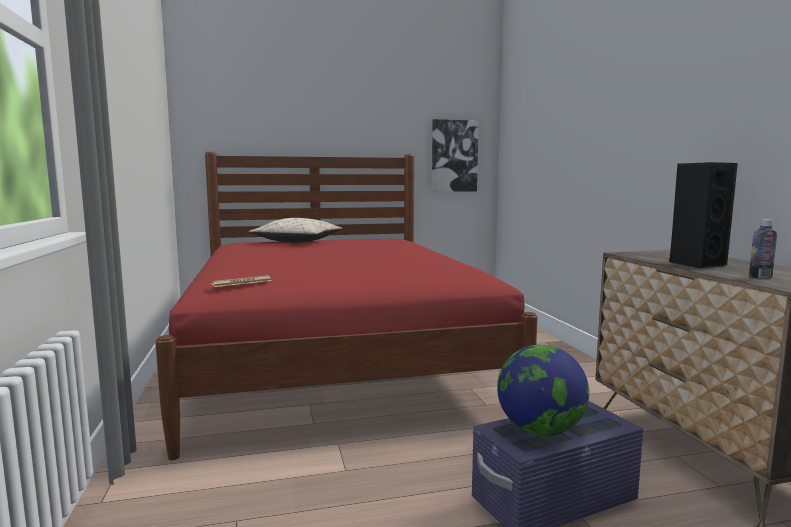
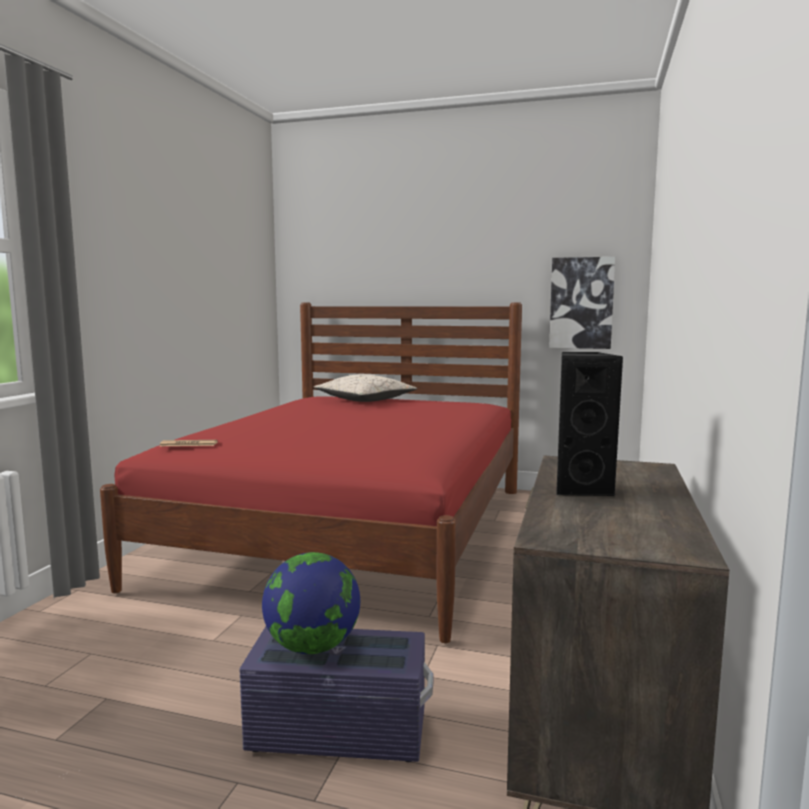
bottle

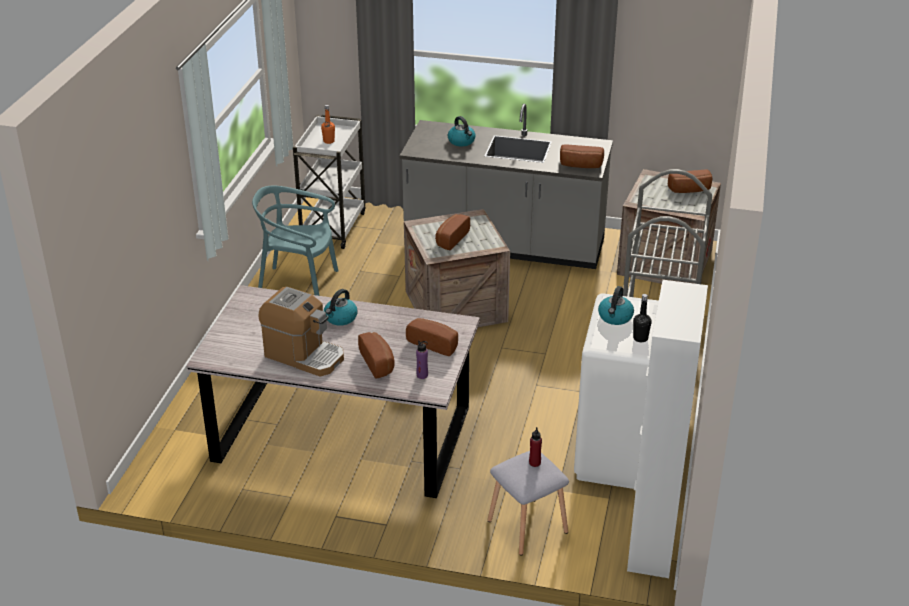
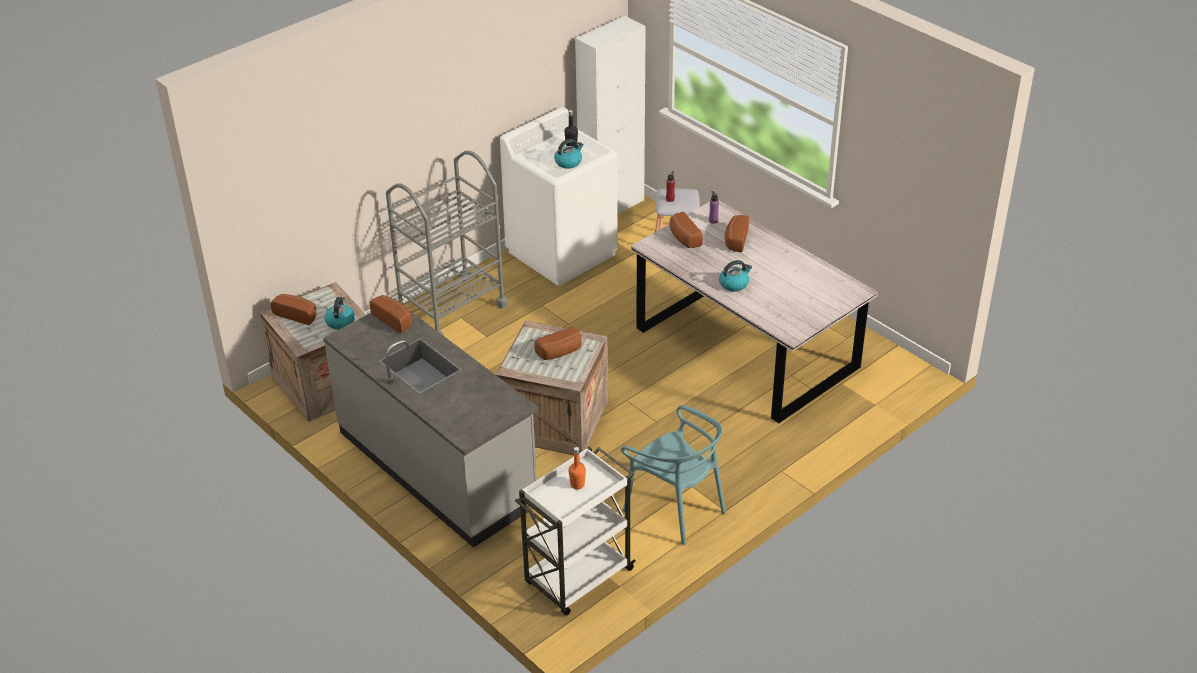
coffee brewer
water kettle (1st from left)

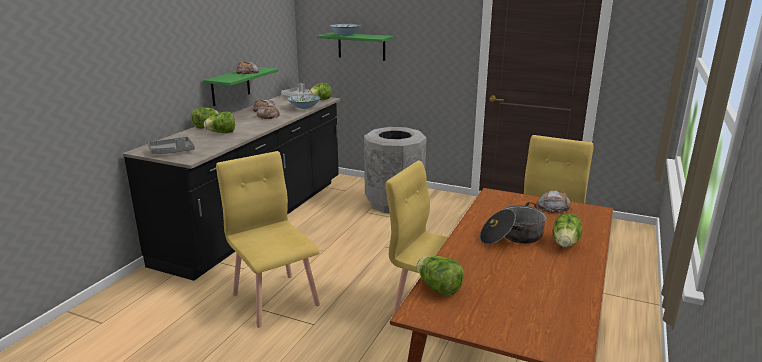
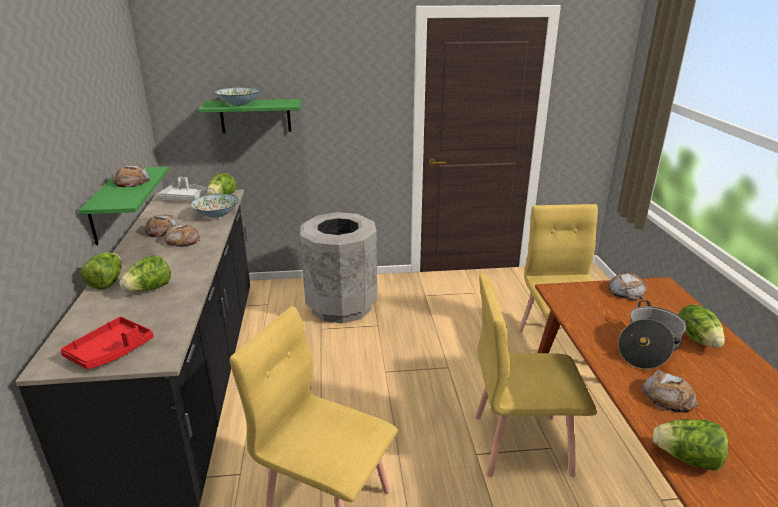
serving tray/reddish
bread (5th from left)

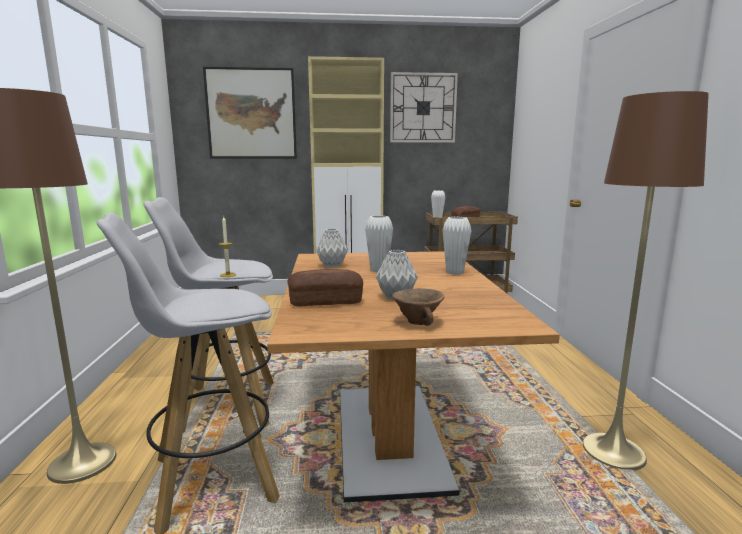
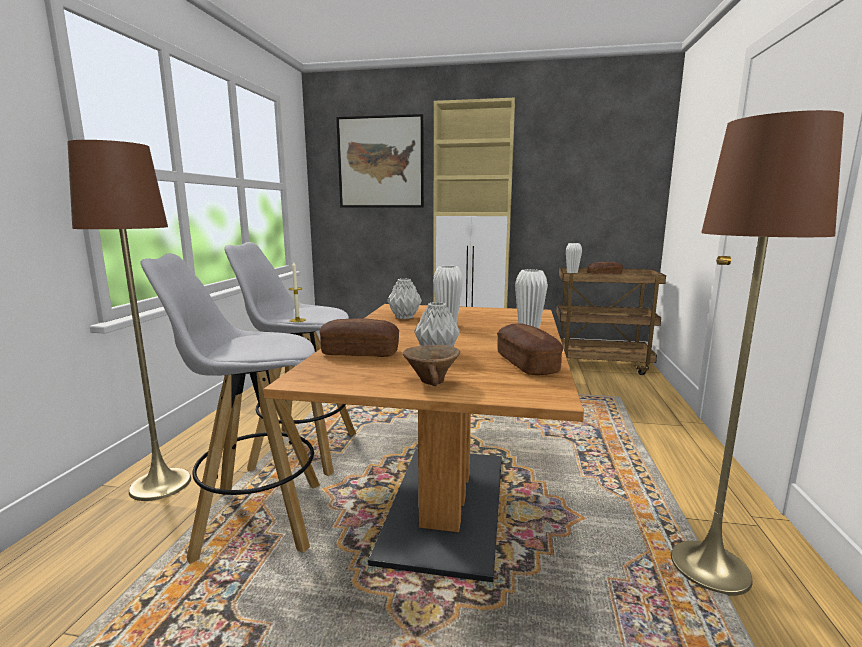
hanging clock
bread (2nd from left)

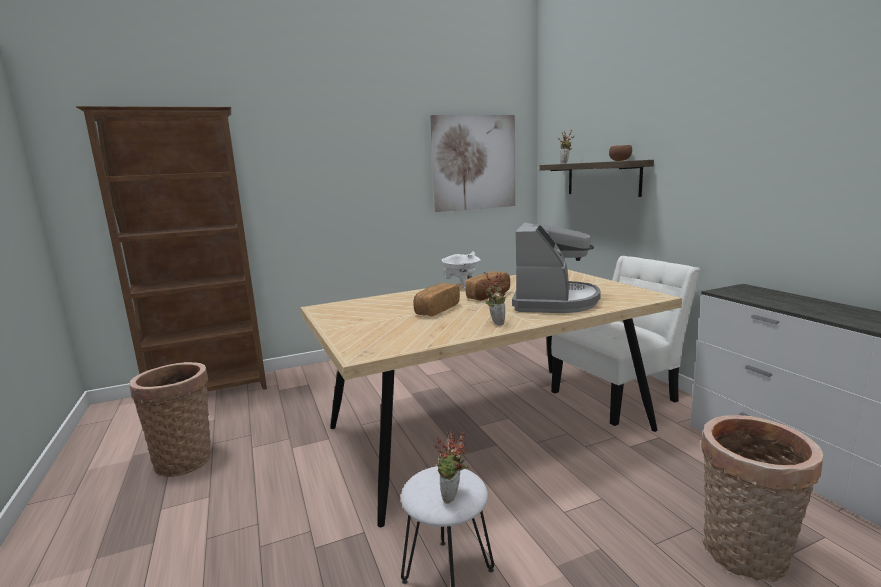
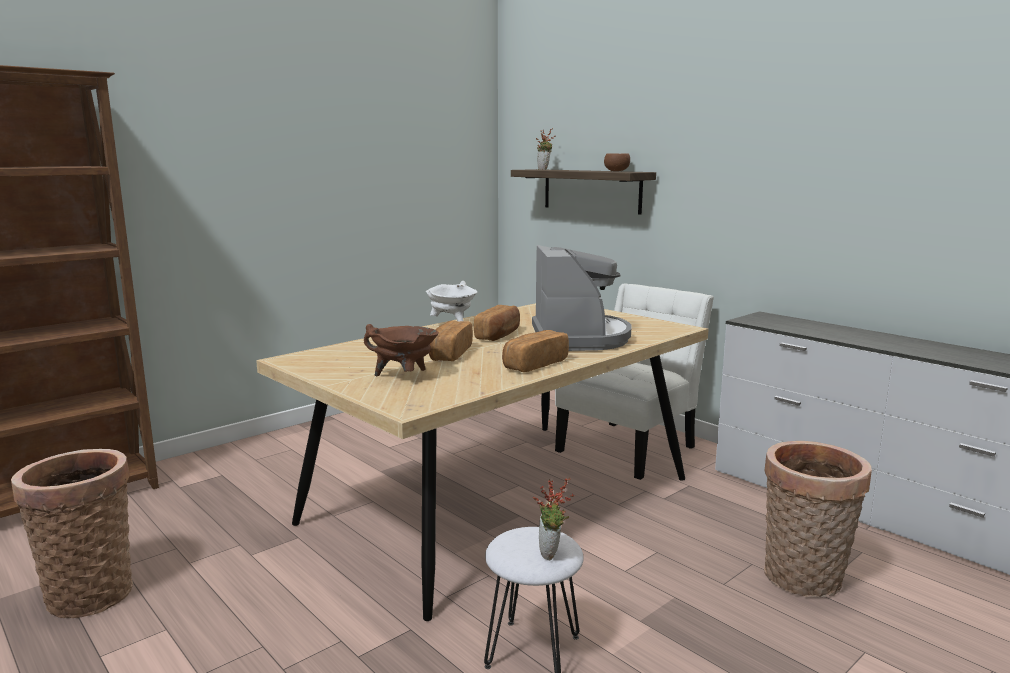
wall art
bread (3rd from left)
stockpot/brown-coloured

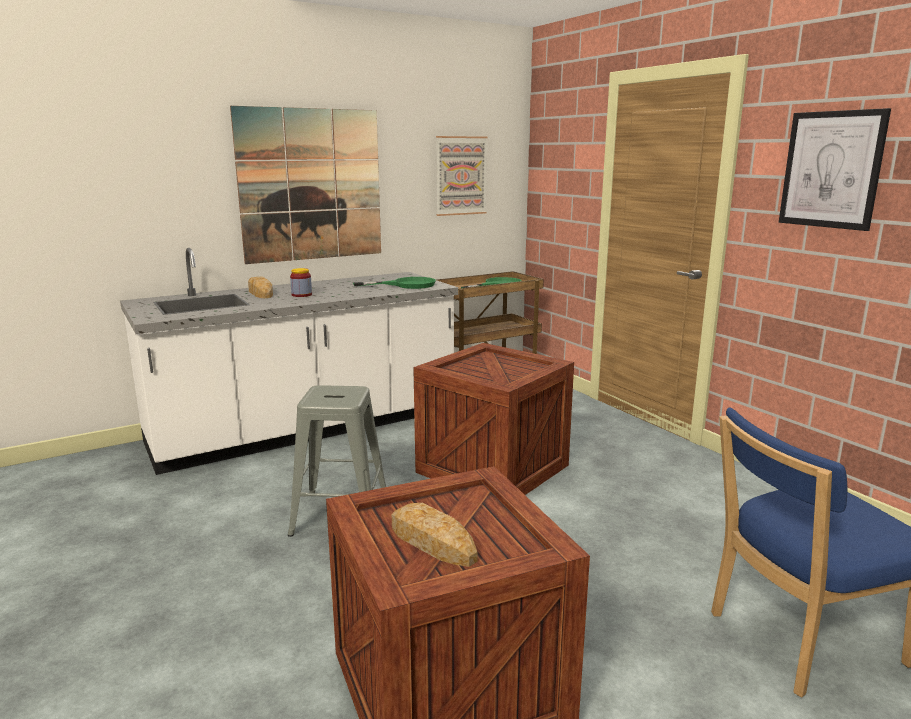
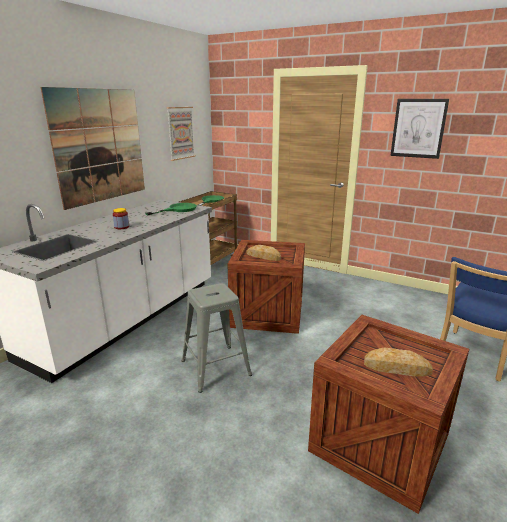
bread (1st from left)

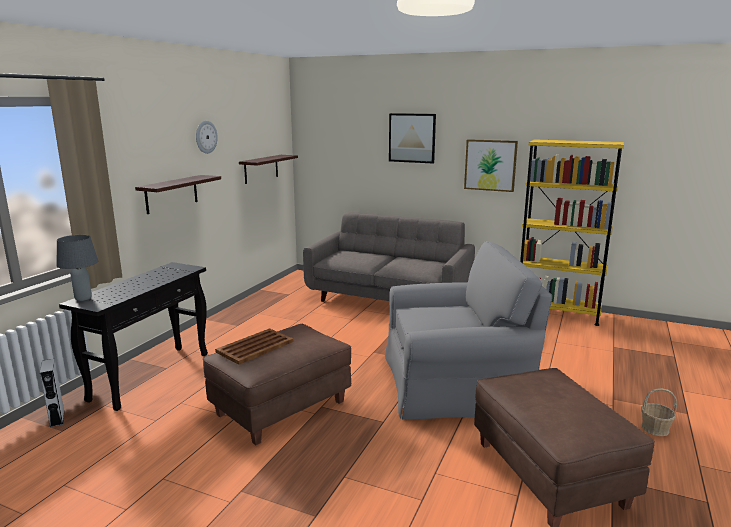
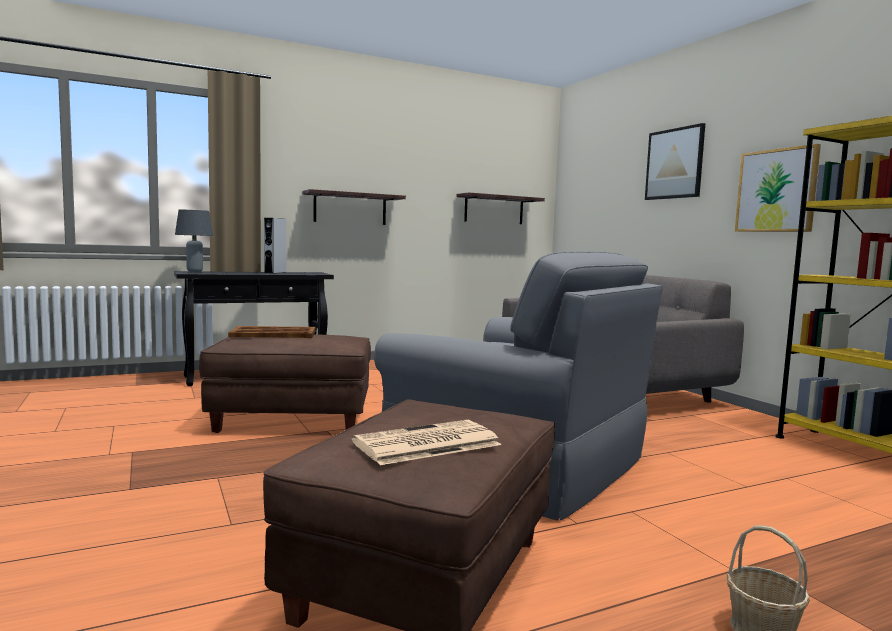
speaker/grey
hanging clock
daily paper

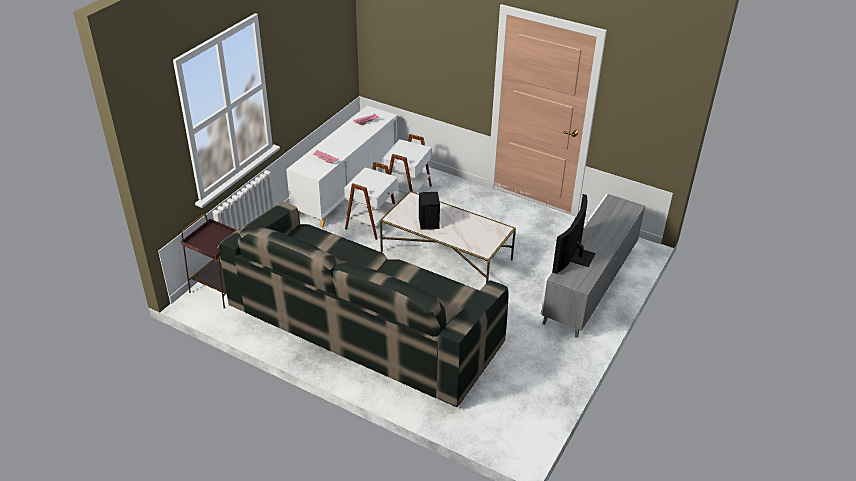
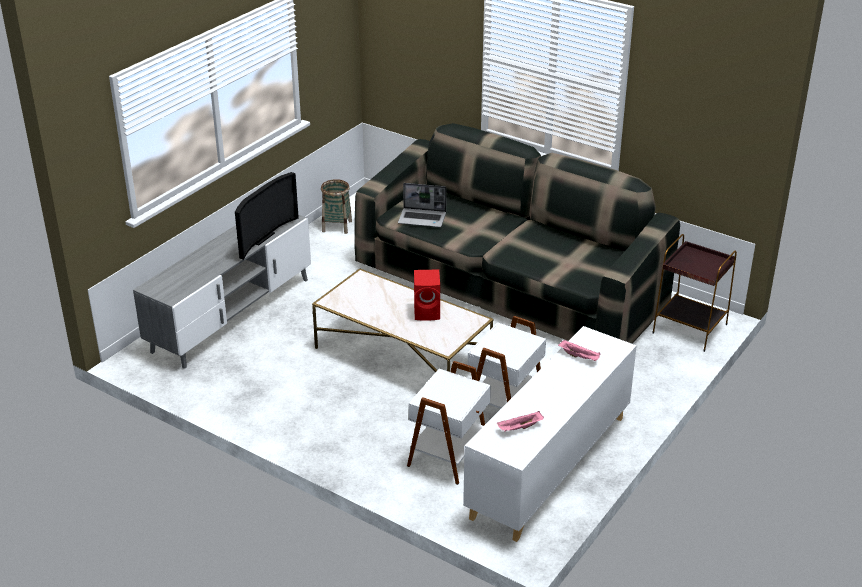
speaker/reddish
household basket
portable computer

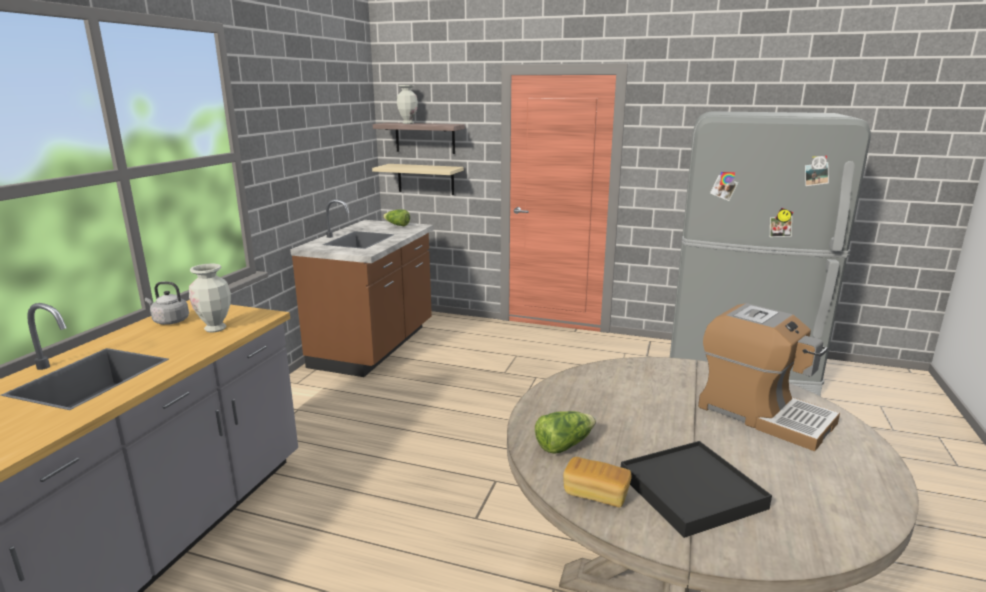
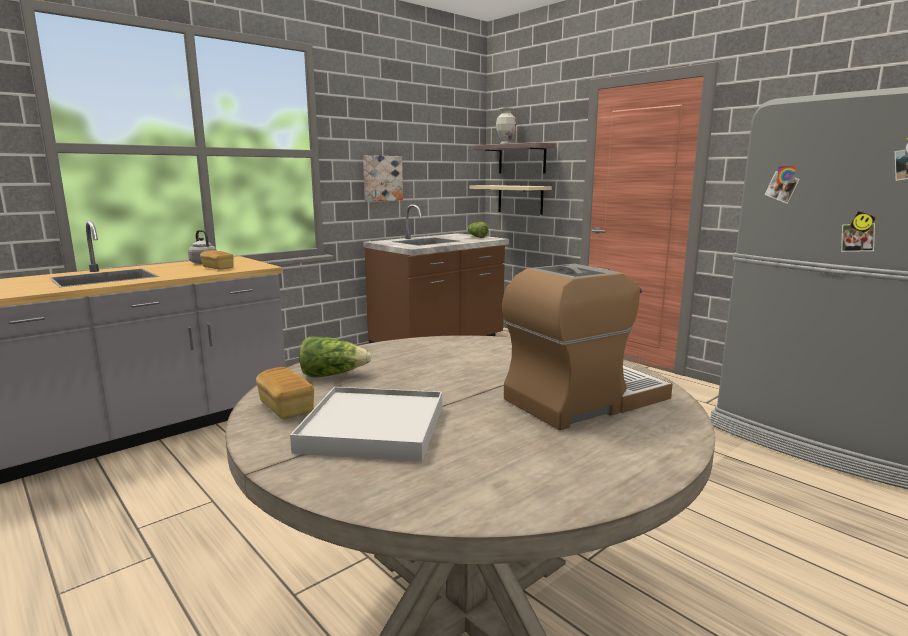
bread (1st from left)
serving tray/white
coffee brewer
wall art

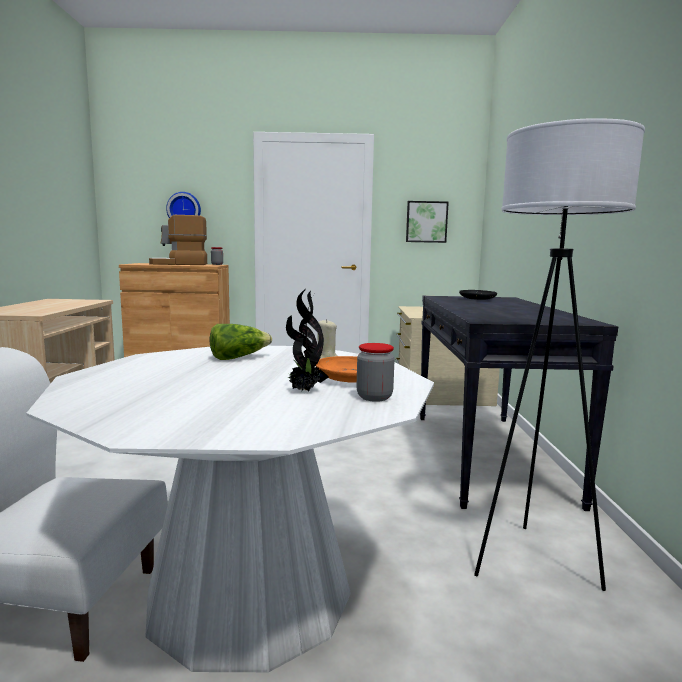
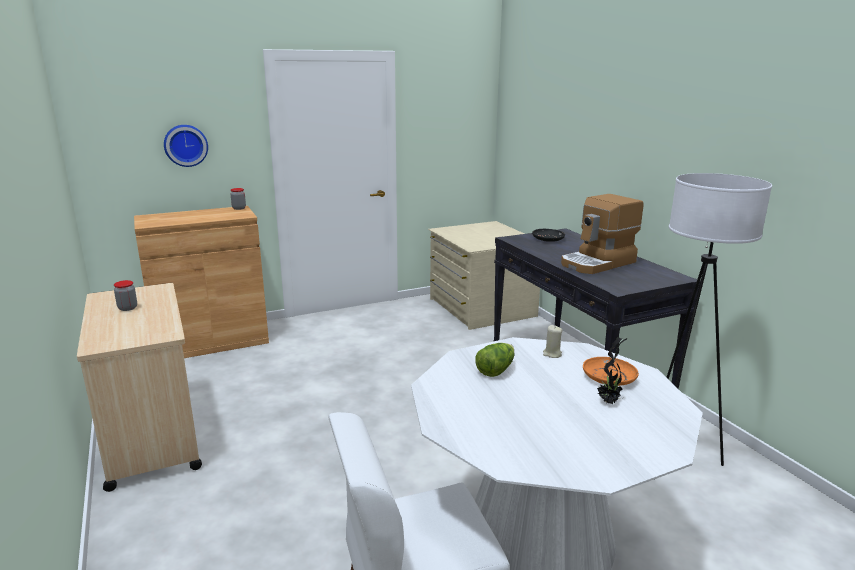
coffee brewer
storage jar (1st from left)
wall art

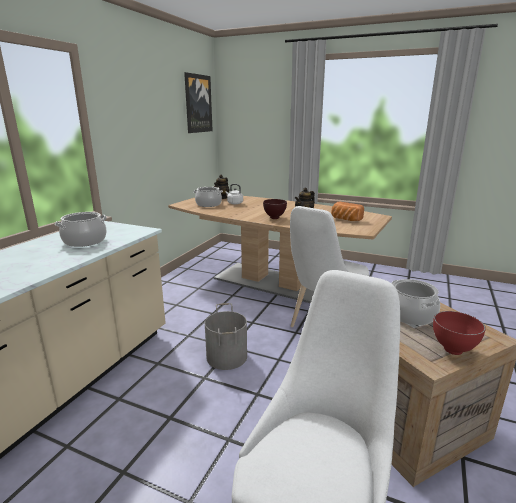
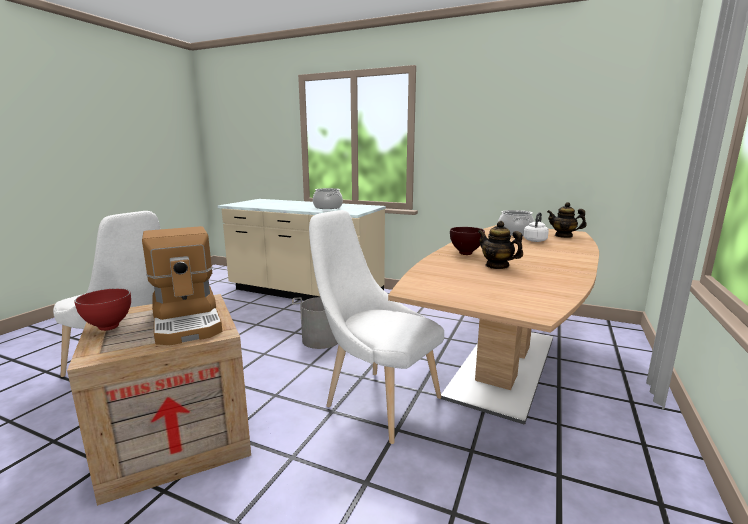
wall art
bread
coffee brewer

